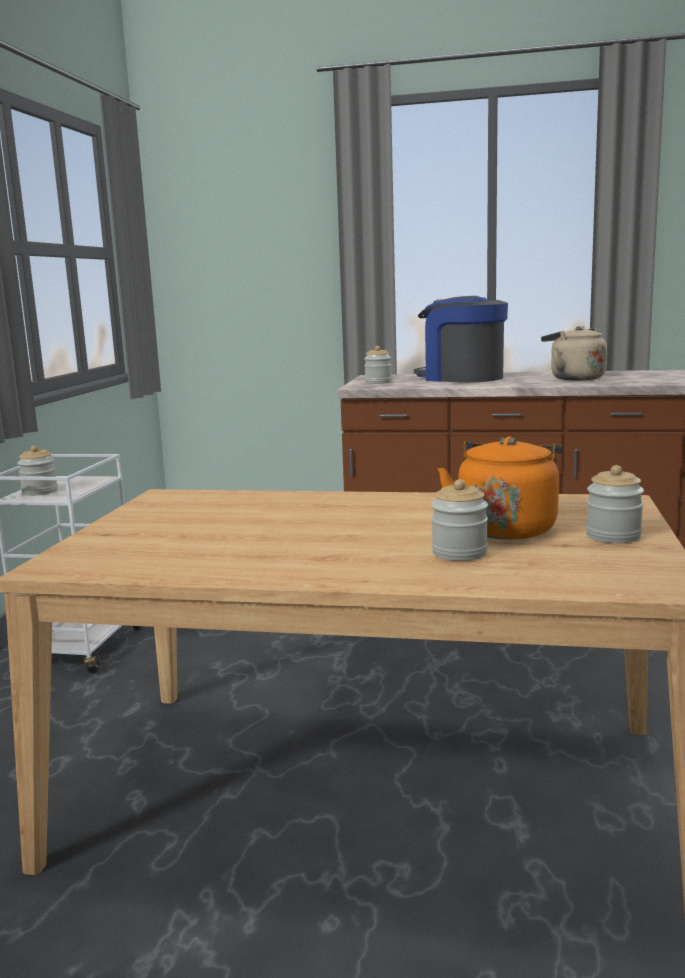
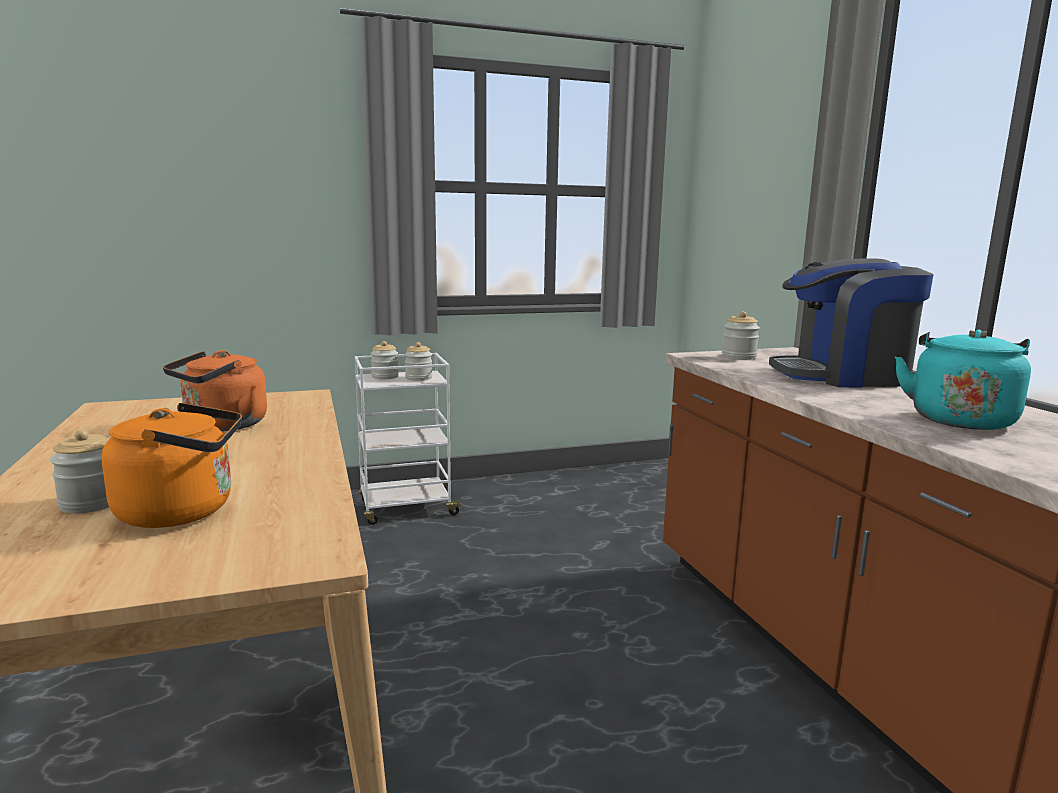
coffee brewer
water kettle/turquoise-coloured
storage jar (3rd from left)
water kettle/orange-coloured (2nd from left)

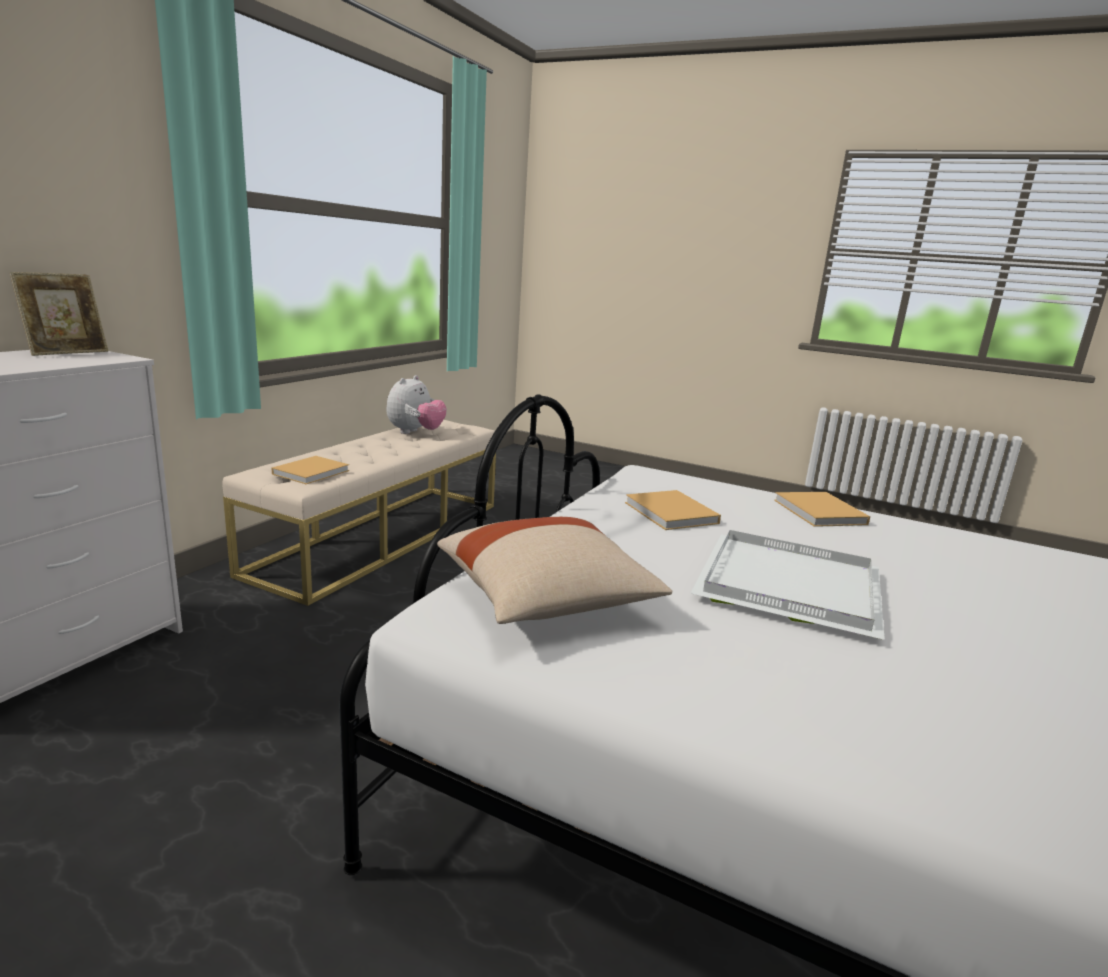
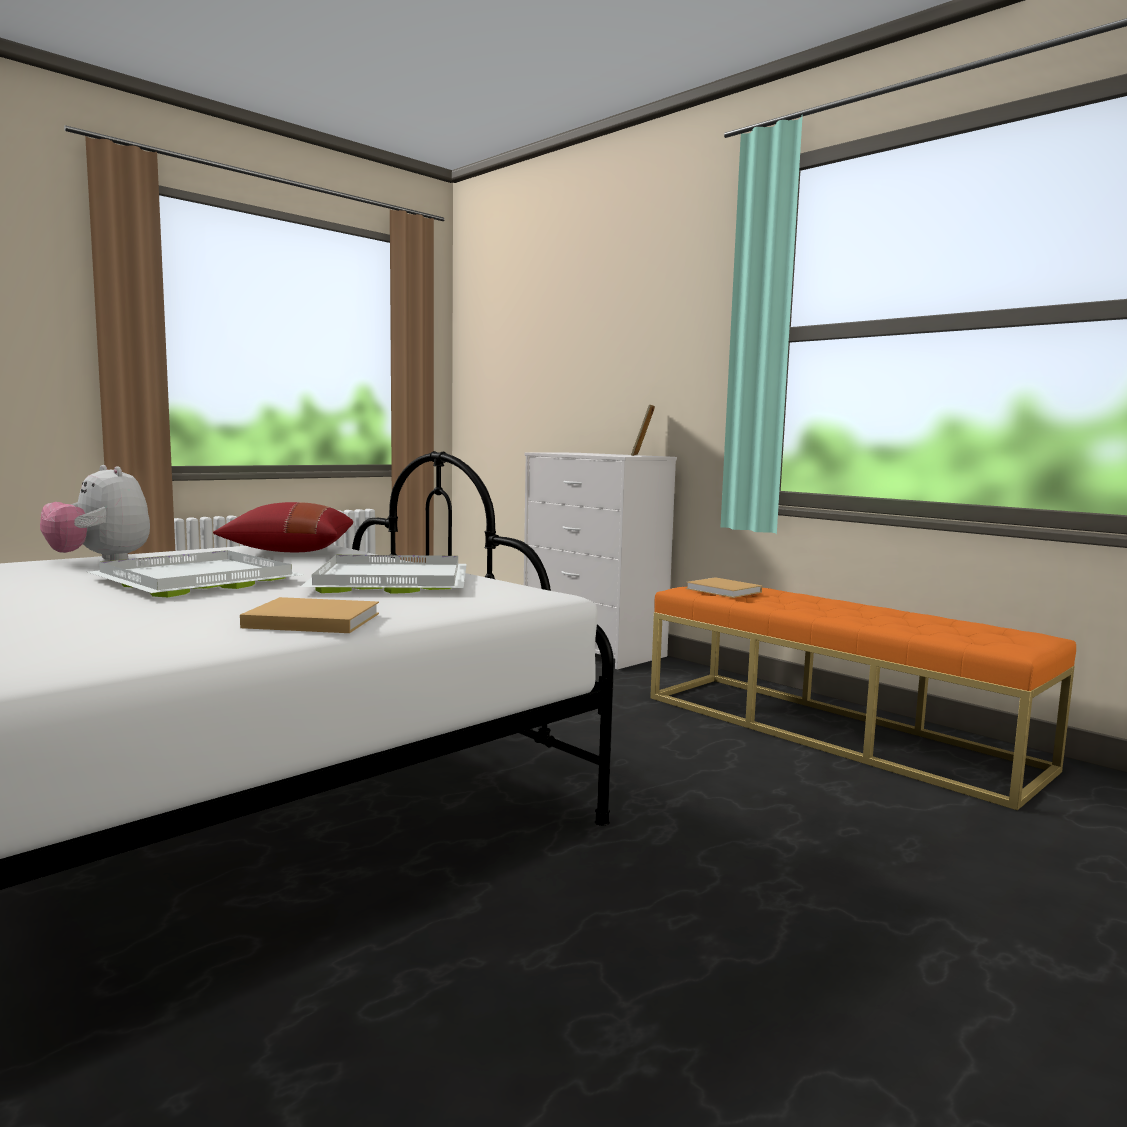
picture frame
indoor bench/orange-coloured
soft toy
cushion/reddish
serving tray/white (2nd from left)

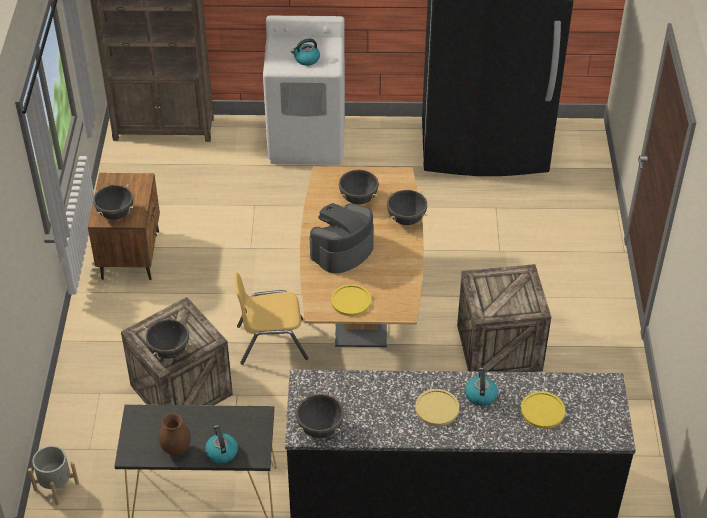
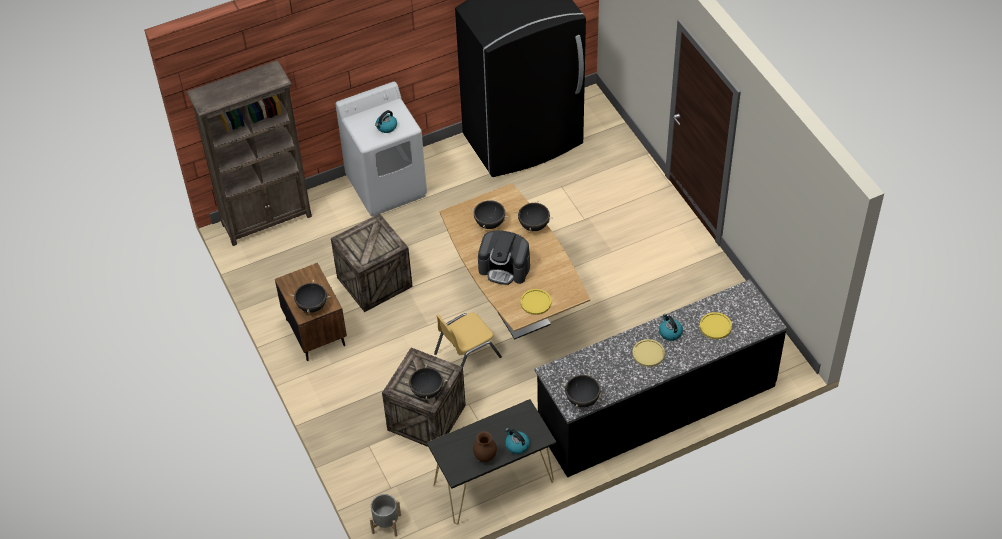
coffee brewer
packing crate (1st from left)

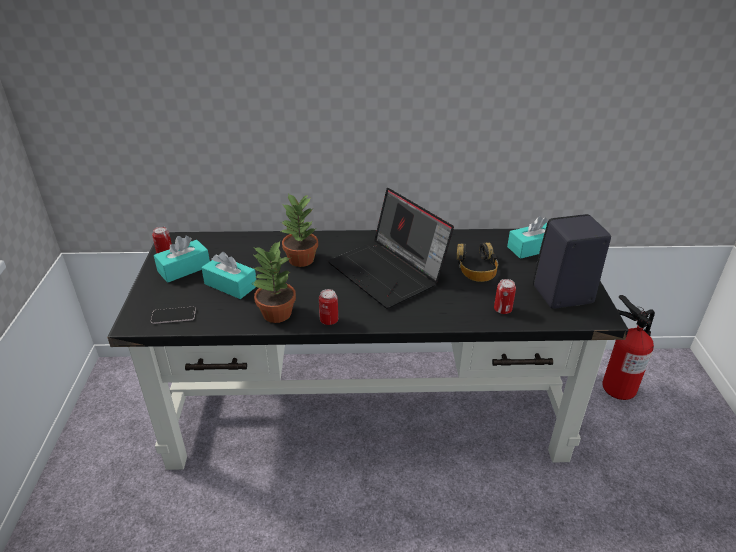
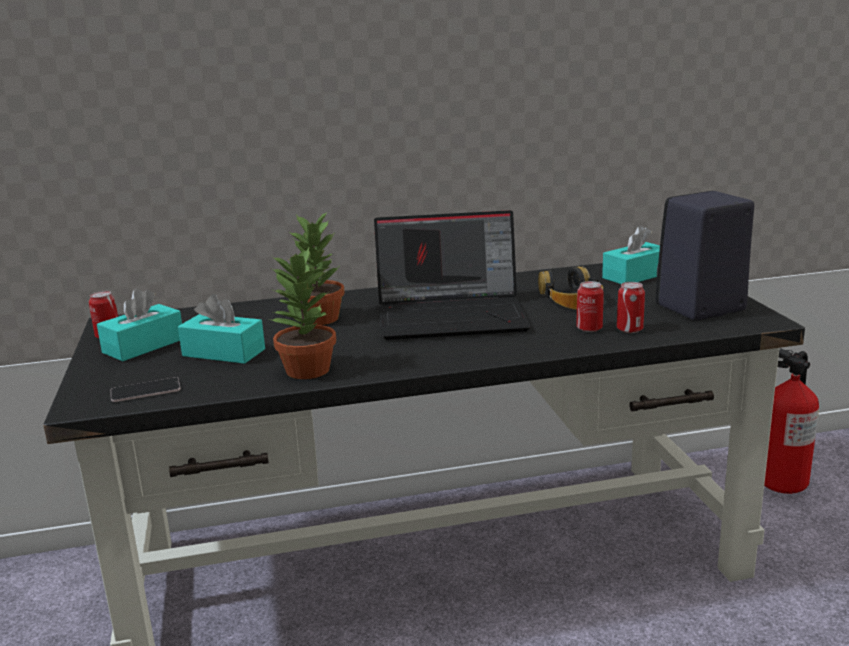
can (2nd from left)
portable computer

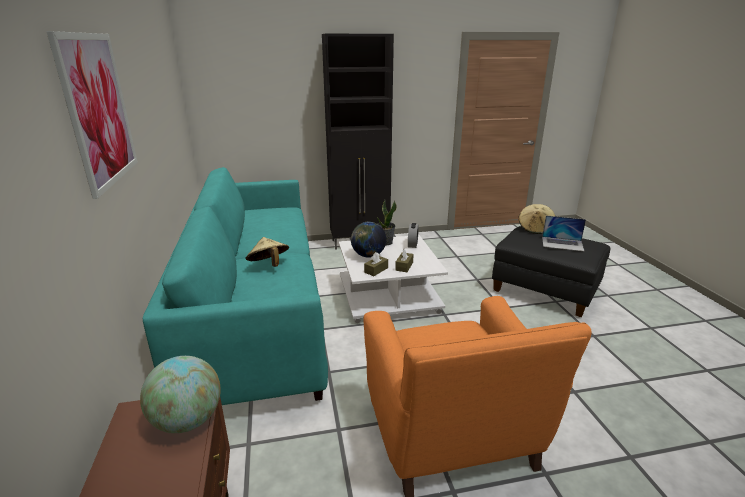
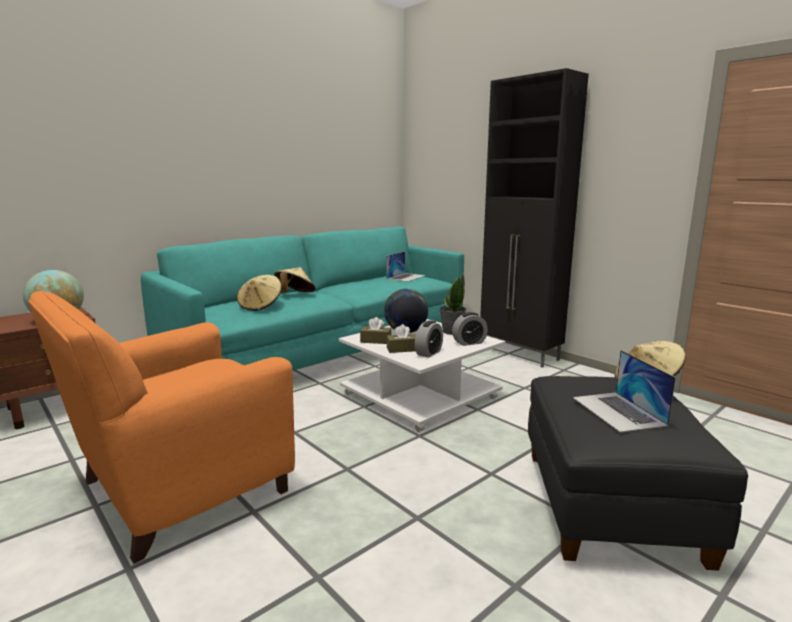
wall art
clothing hat/beige (1st from left)
portable computer (1st from left)
table clock (1st from left)

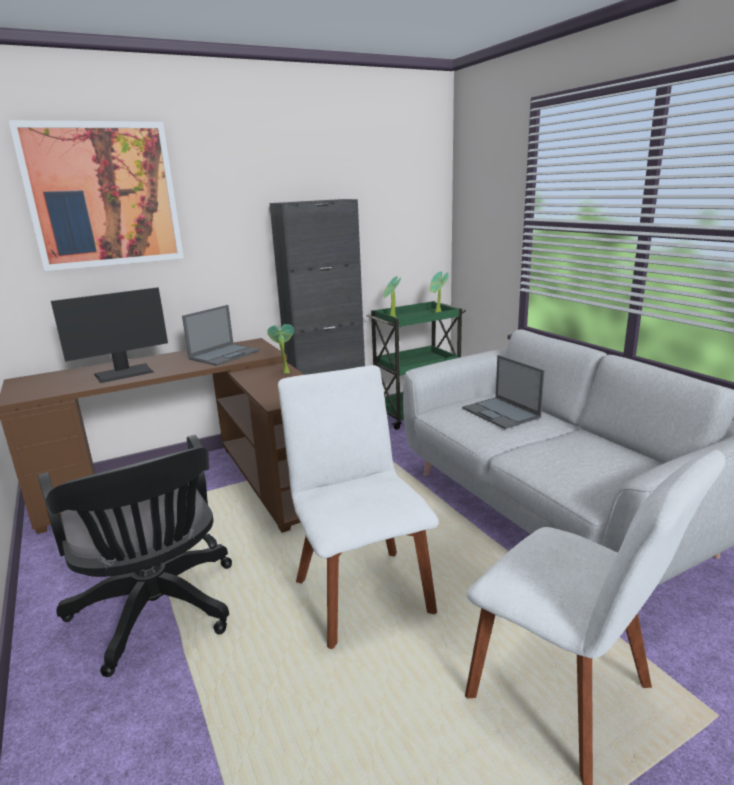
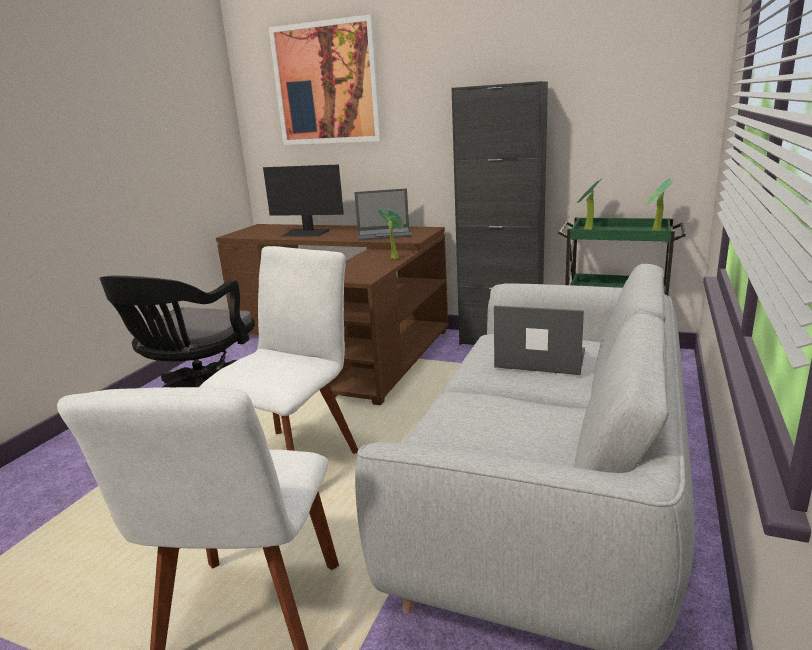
portable computer (2nd from left)

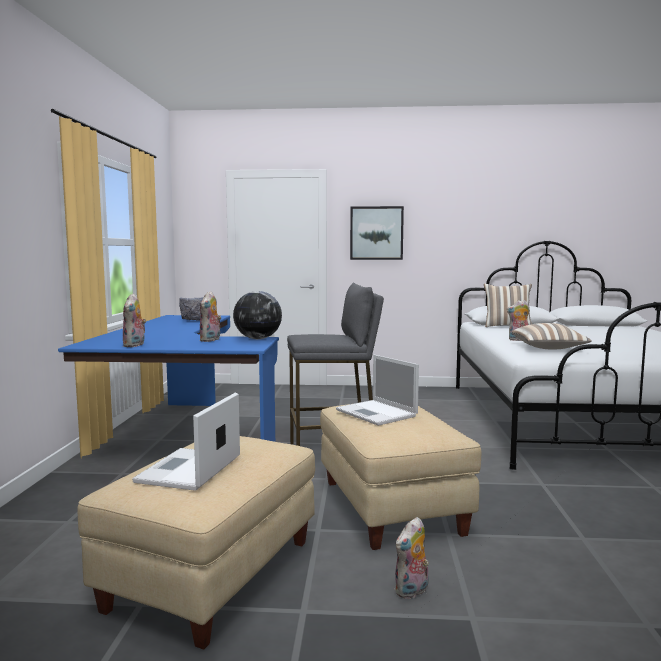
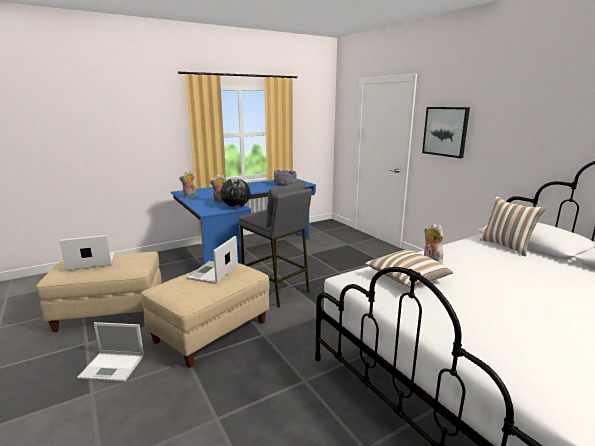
portable computer (2nd from left)

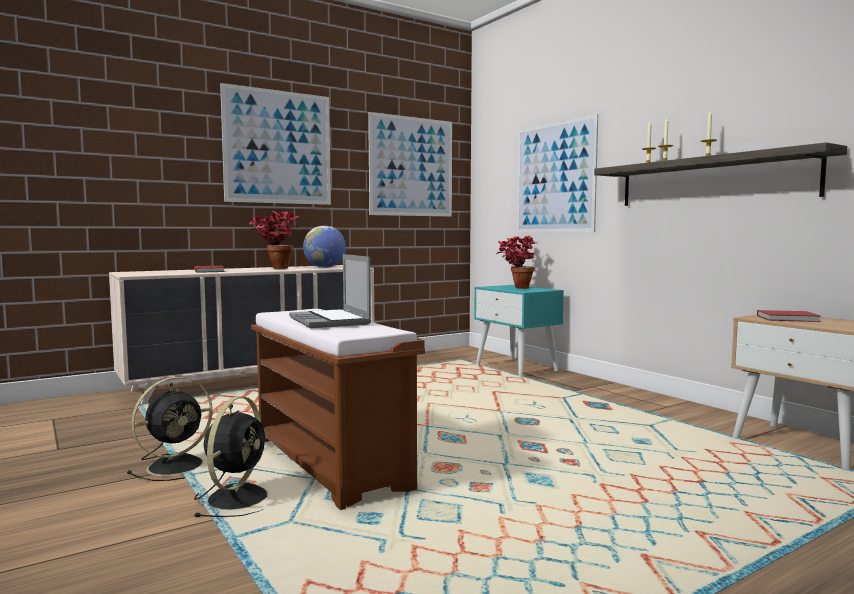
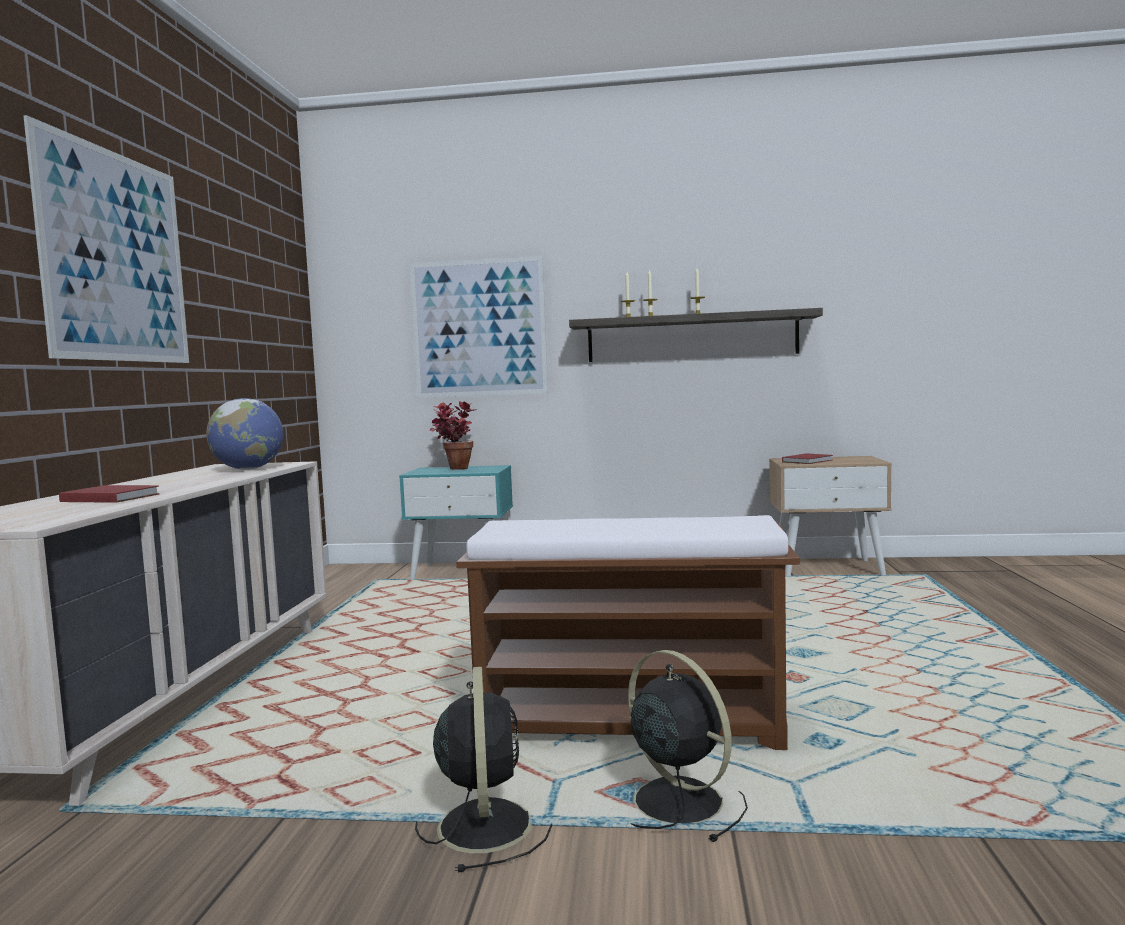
potted plant (1st from left in the first image)
portable computer
wall art (2nd from left in the first image)

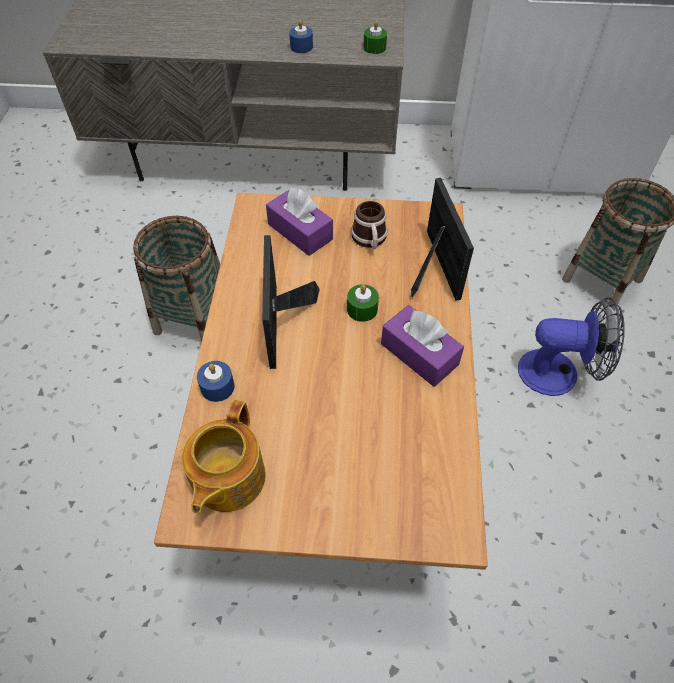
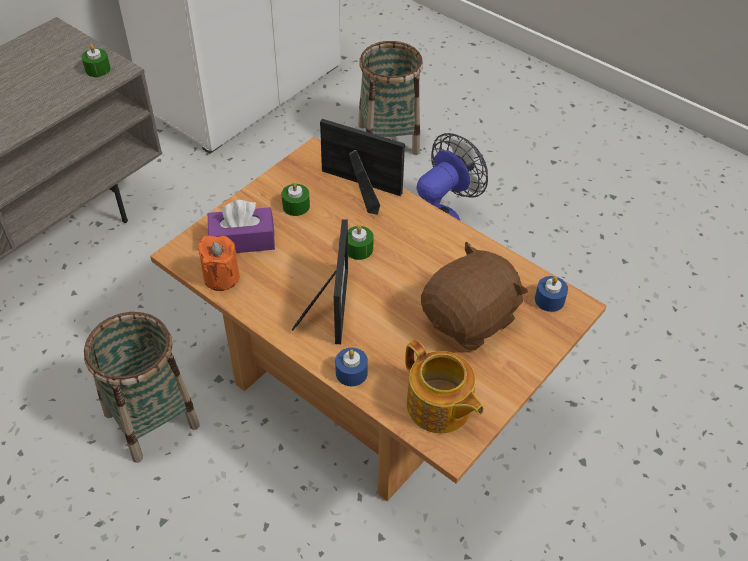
picture frame (1st from left)
wax light/bluish (2nd from left)
wax light/greenish (2nd from left)
box of tissues/purple-coloured (2nd from left in the first image)
wax light/orange-coloured
soft toy/brown-coloured

